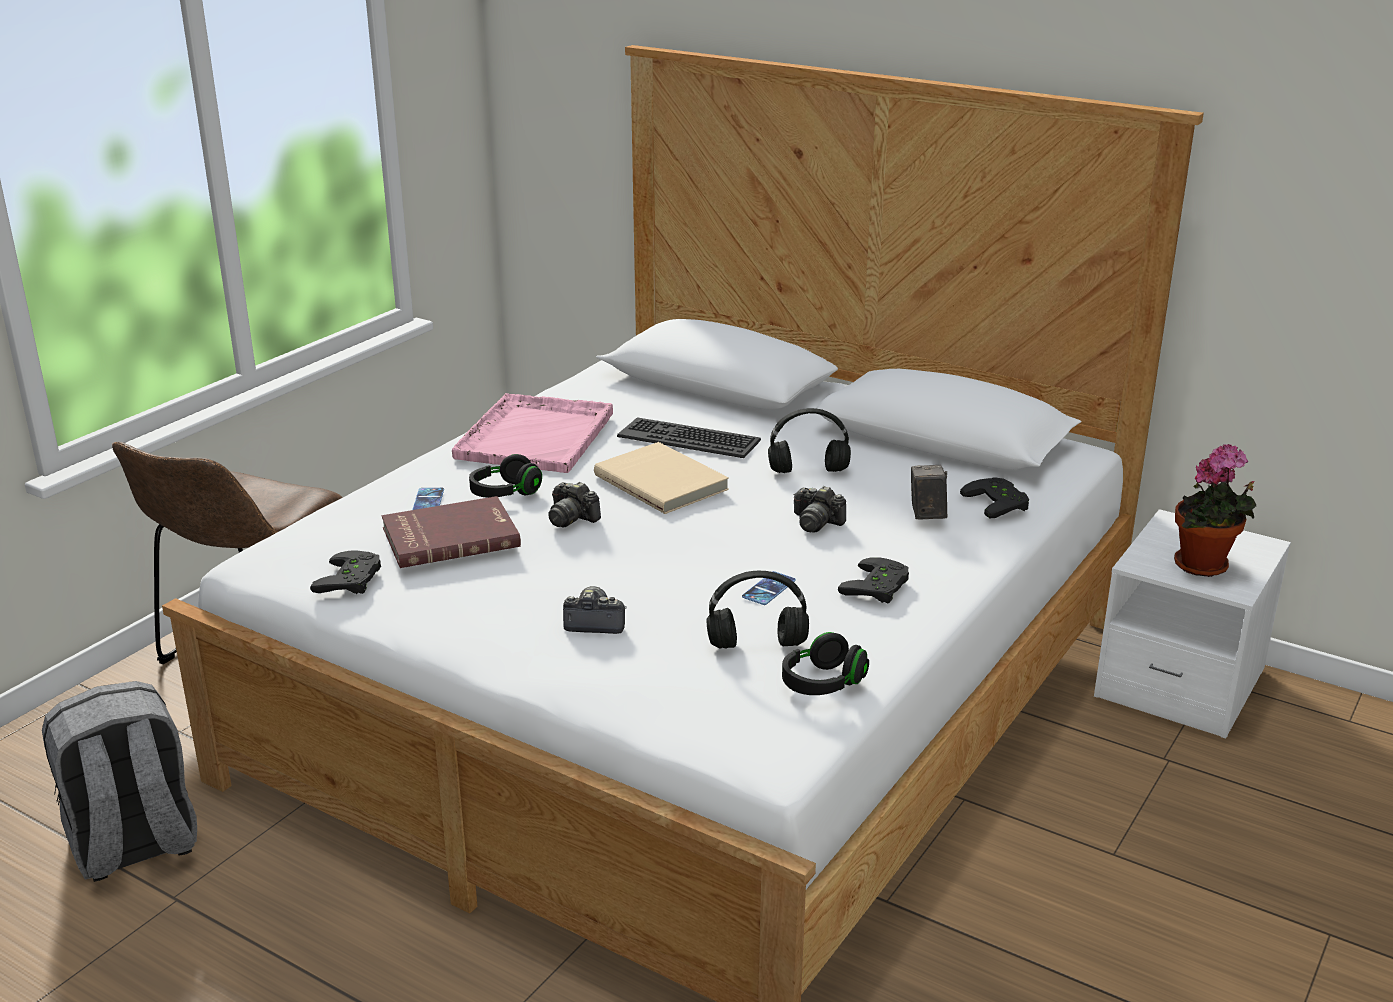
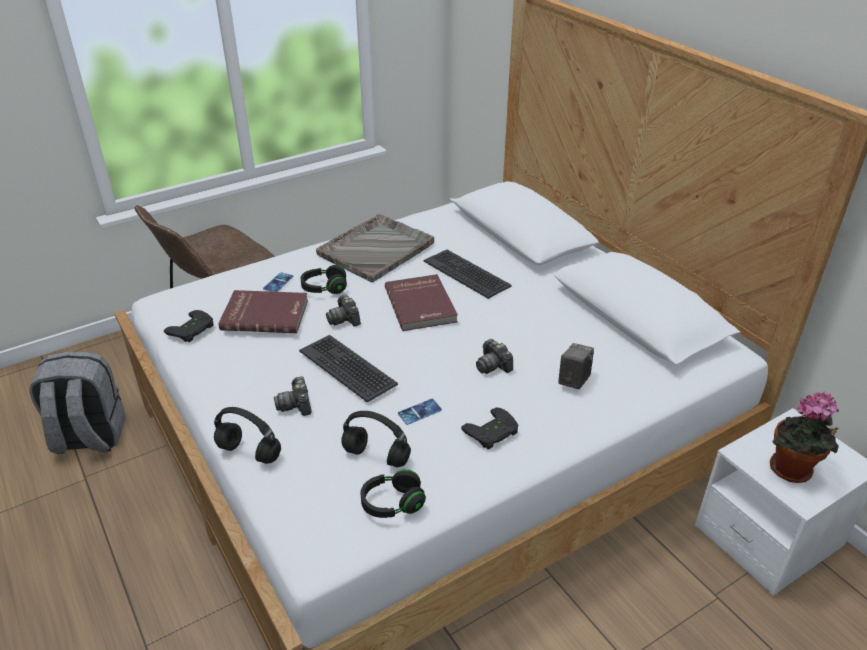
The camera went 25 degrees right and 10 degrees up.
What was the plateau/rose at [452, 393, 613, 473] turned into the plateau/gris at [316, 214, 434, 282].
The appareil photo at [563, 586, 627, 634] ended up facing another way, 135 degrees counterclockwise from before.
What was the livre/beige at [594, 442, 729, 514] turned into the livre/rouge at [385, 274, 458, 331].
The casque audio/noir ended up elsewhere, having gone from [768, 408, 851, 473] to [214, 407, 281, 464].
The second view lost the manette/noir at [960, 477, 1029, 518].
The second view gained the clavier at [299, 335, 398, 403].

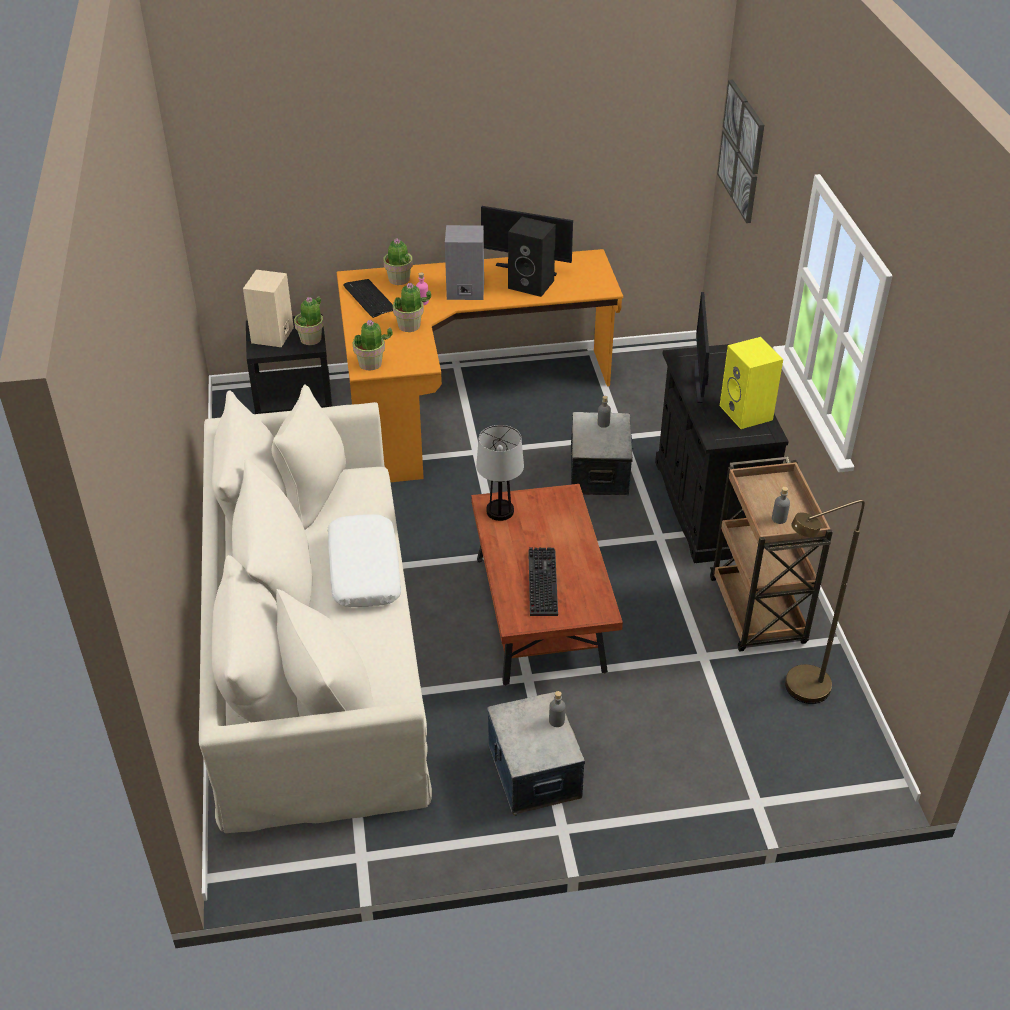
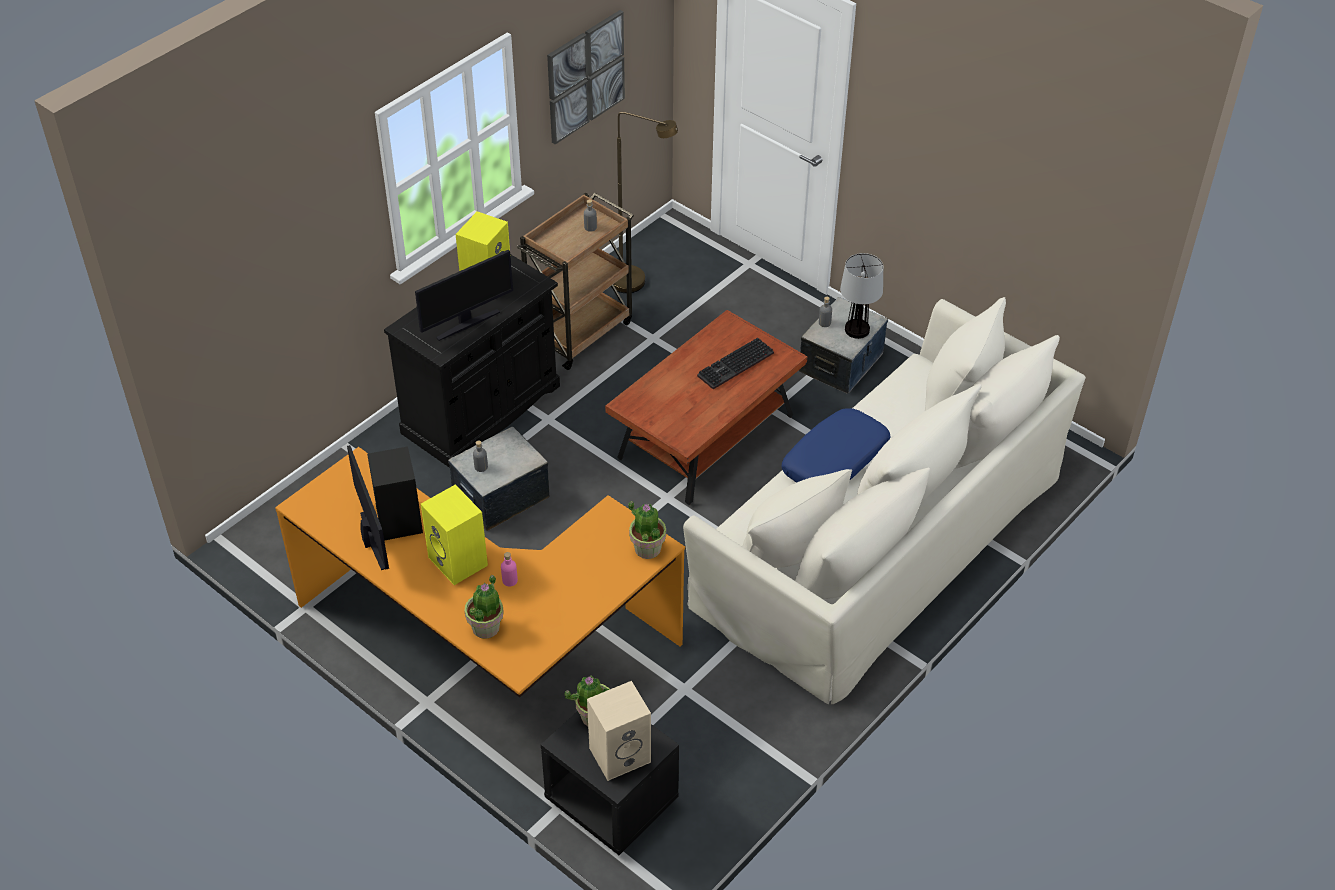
The camera went 130 degrees left and 5 degrees up.
What was the coussin/blanc at [328, 514, 401, 607] turned into the coussin/bleu at [782, 408, 890, 482].
The second view lost the clavier at [343, 279, 393, 318].
The second view lost the plante en pot at [393, 283, 431, 332].
What was the enceinte/gris at [445, 225, 484, 300] turned into the enceinte/jaune at [421, 484, 488, 585].
The lampe de table ended up elsewhere, having gone from [476, 425, 524, 521] to [840, 253, 883, 339].
The tableau ended up elsewhere, having gone from [717, 79, 764, 223] to [547, 10, 625, 144].

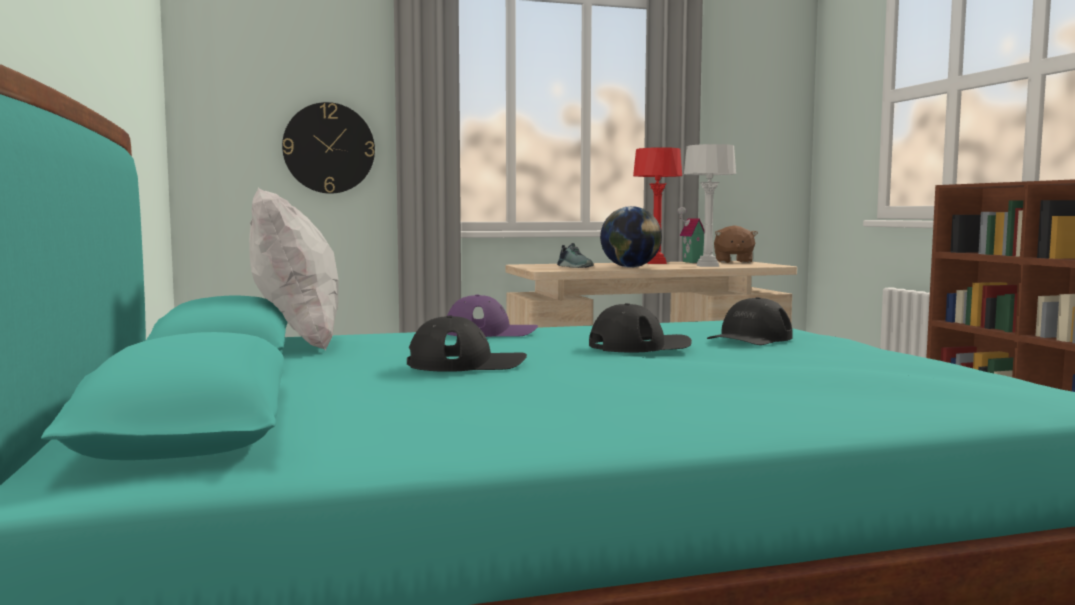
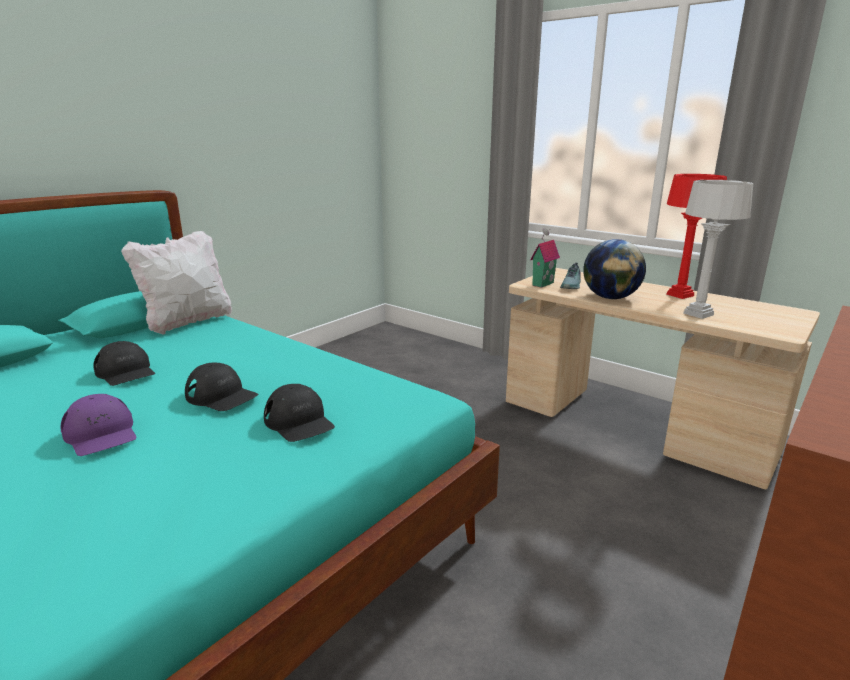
The camera went 55 degrees right and 15 degrees up.
The second view lost the horloge murale at [282, 102, 375, 194].
The casquette/violet ended up elsewhere, having gone from [447, 295, 538, 337] to [61, 394, 136, 456].
The maison miniature ended up elsewhere, having gone from [677, 207, 704, 263] to [530, 228, 560, 288].
The casquette/noir at [707, 297, 793, 345] ended up facing another way, 135 degrees counterclockwise from before.
The second view lost the peluche/marron at [714, 225, 758, 263].

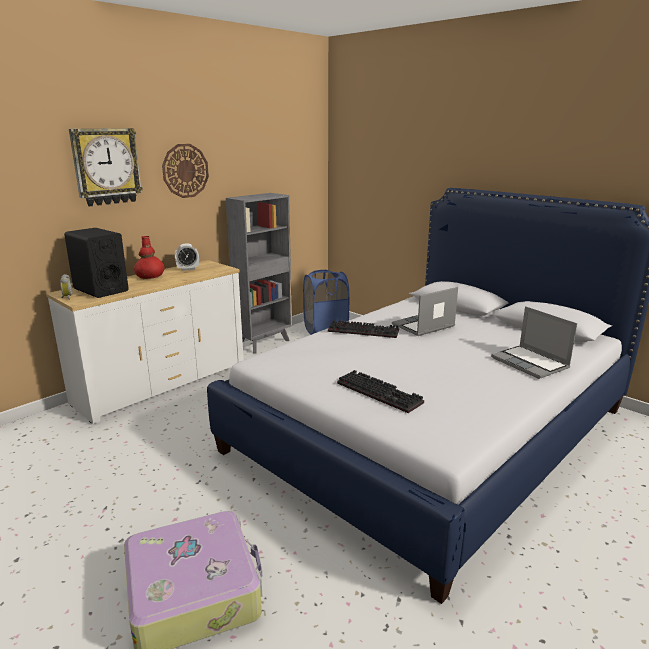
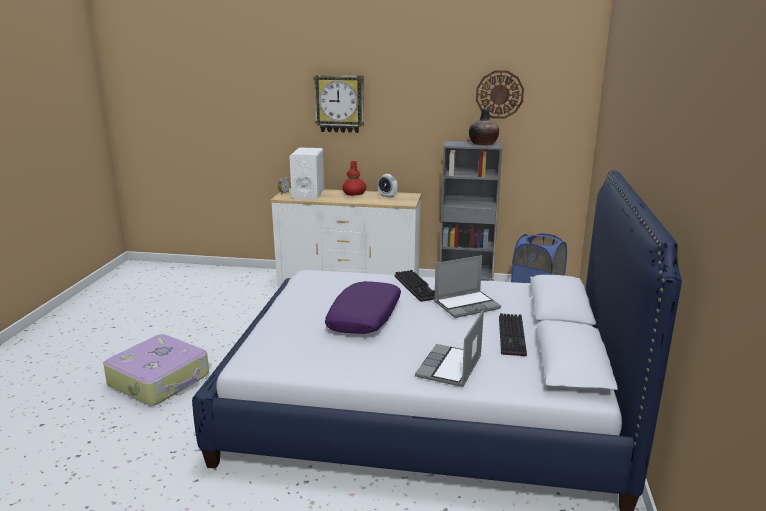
The camera went 55 degrees right and 0 degrees up.
What was the enceinte/noir at [64, 228, 129, 298] turned into the enceinte/blanc at [289, 147, 325, 199].
The horloge murale ended up elsewhere, having gone from [162, 144, 209, 198] to [476, 70, 524, 119].
The clavier ended up elsewhere, having gone from [337, 370, 424, 413] to [499, 313, 527, 356].
The ordinateur portable at [392, 287, 458, 336] ended up facing another way, 135 degrees clockwise from before.
The second view gained the coussin/violet at [325, 281, 401, 334].
The second view gained the vase at [469, 109, 499, 146].

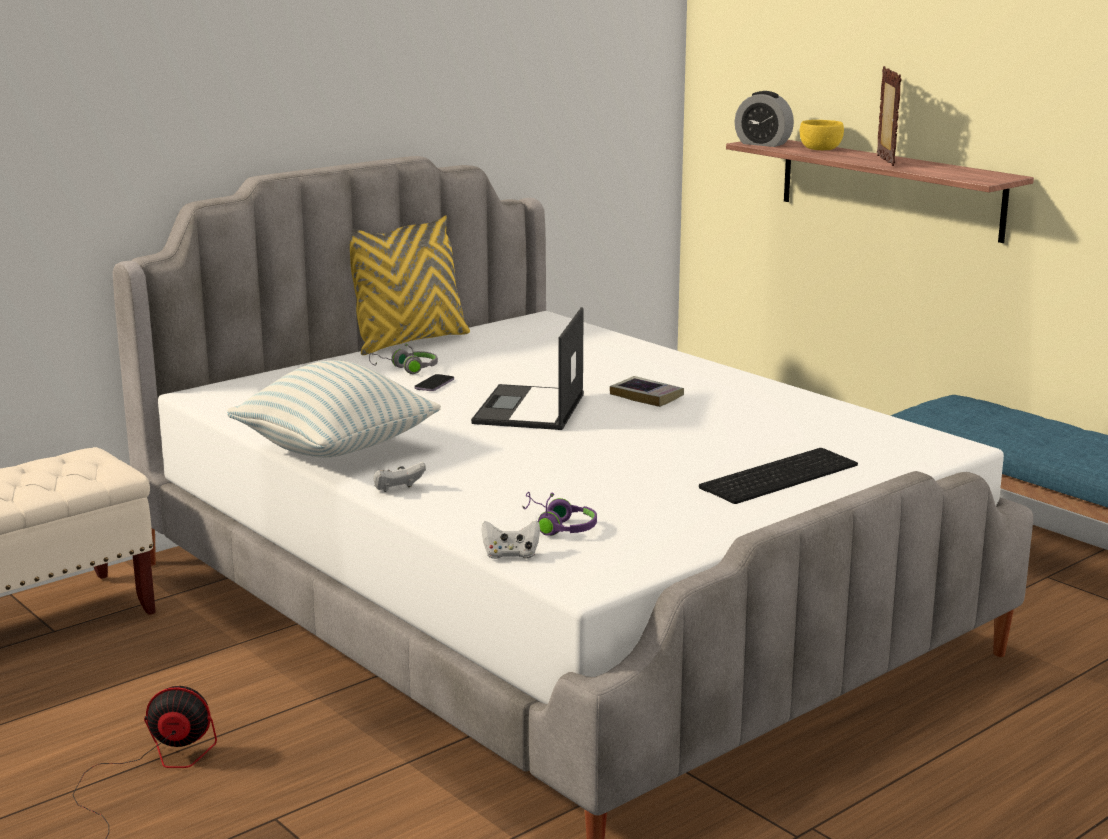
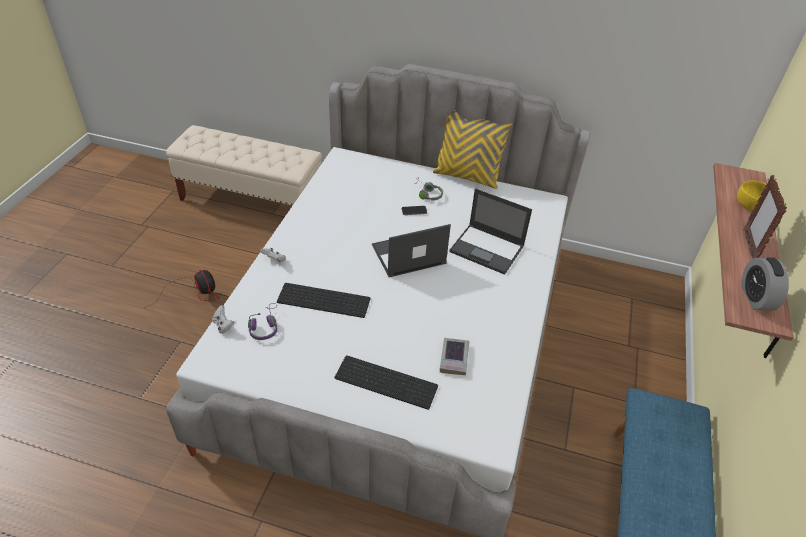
The camera went 55 degrees right and 25 degrees up.
The second view lost the coussin at [227, 360, 441, 458].
The livre ended up elsewhere, having gone from [610, 376, 684, 407] to [440, 338, 469, 375].
The réveil ended up elsewhere, having gone from [735, 91, 794, 147] to [741, 257, 789, 311].
The cadre photo at [877, 66, 901, 166] ended up facing another way, 135 degrees clockwise from before.
The second view gained the clavier at [277, 283, 371, 318].
The second view gained the ordinateur portable at [449, 188, 532, 275].

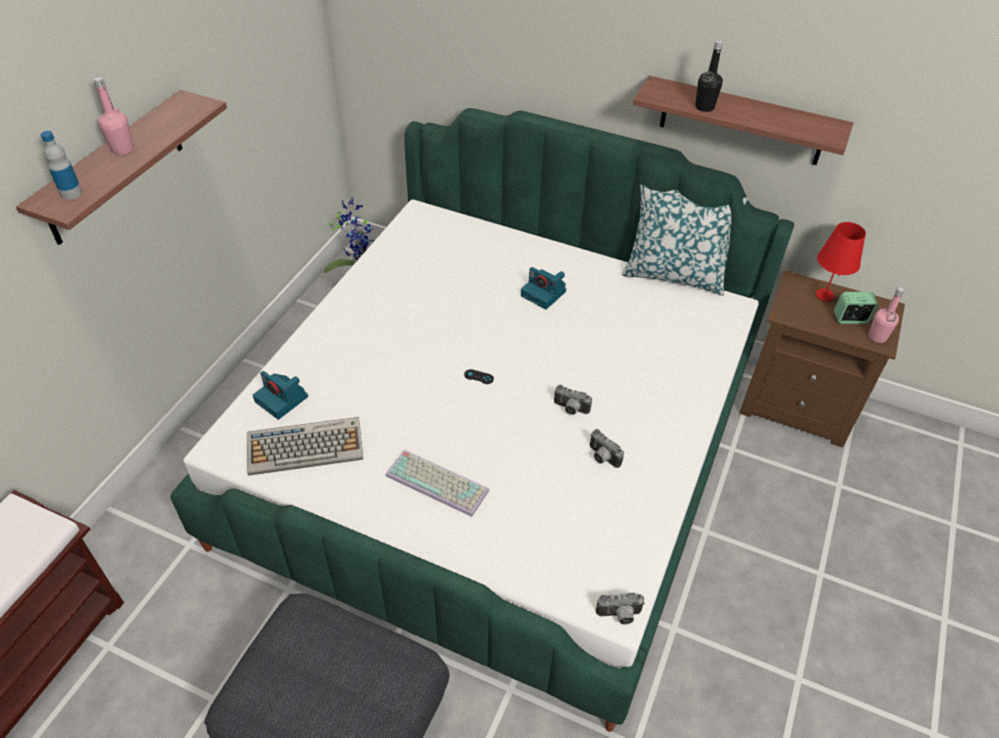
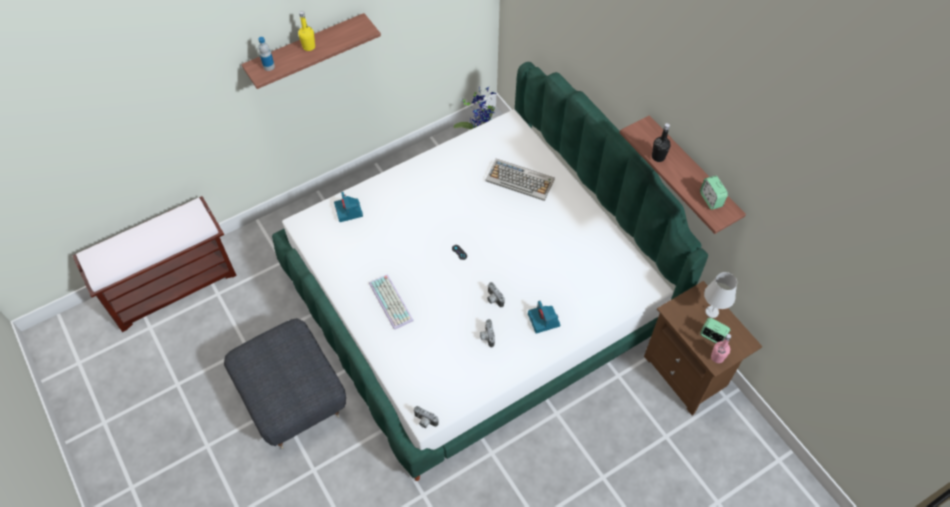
The camera went 35 degrees right and 10 degrees up.
What was the bouteille/rose at [94, 77, 134, 155] turned into the bouteille/jaune at [298, 11, 315, 51].
The clavier ended up elsewhere, having gone from [247, 417, 363, 476] to [485, 159, 555, 201].
The appareil photo ended up elsewhere, having gone from [521, 267, 566, 310] to [528, 301, 560, 334].
The second view lost the coussin at [622, 185, 749, 296].
What was the lampe de table/rouge at [816, 222, 866, 302] turned into the lampe de table/blanc at [704, 272, 737, 318].
The second view gained the réveil at [700, 175, 728, 210].

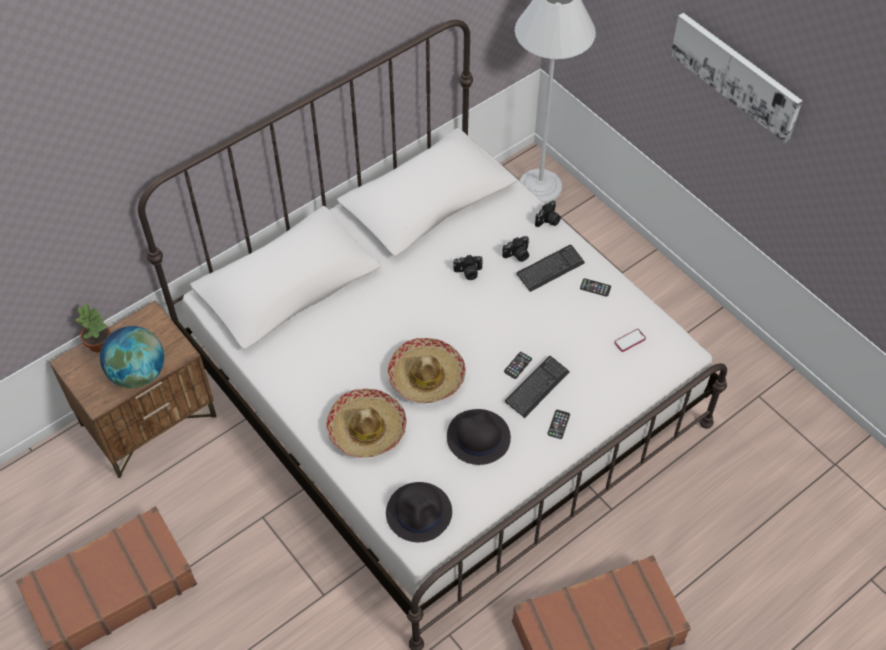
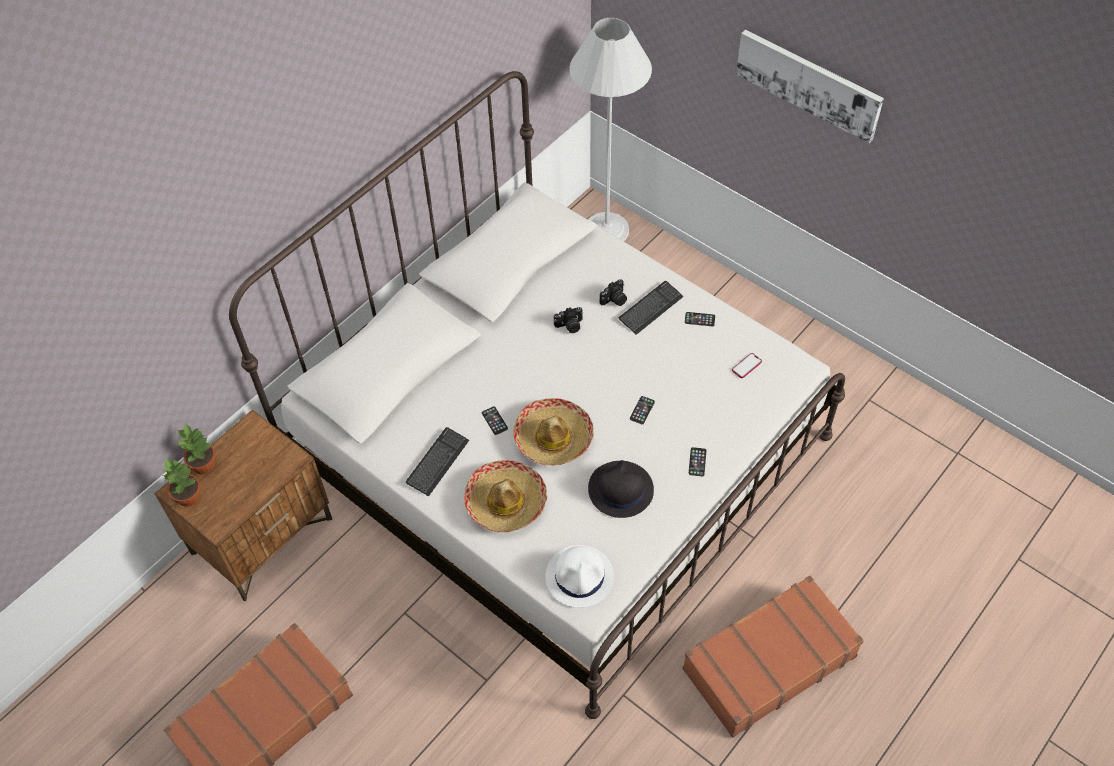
The camera went 10 degrees left and 0 degrees up.
The second view lost the globe at [100, 326, 164, 388].
What was the chapeau/noir at [386, 482, 452, 542] turned into the chapeau/blanc at [545, 545, 614, 608].
The clavier ended up elsewhere, having gone from [505, 356, 569, 418] to [406, 427, 469, 497].
The second view lost the appareil photo at [535, 200, 561, 227].
The second view gained the plante en pot at [163, 458, 201, 507].
The second view gained the téléphone at [482, 407, 508, 435].

